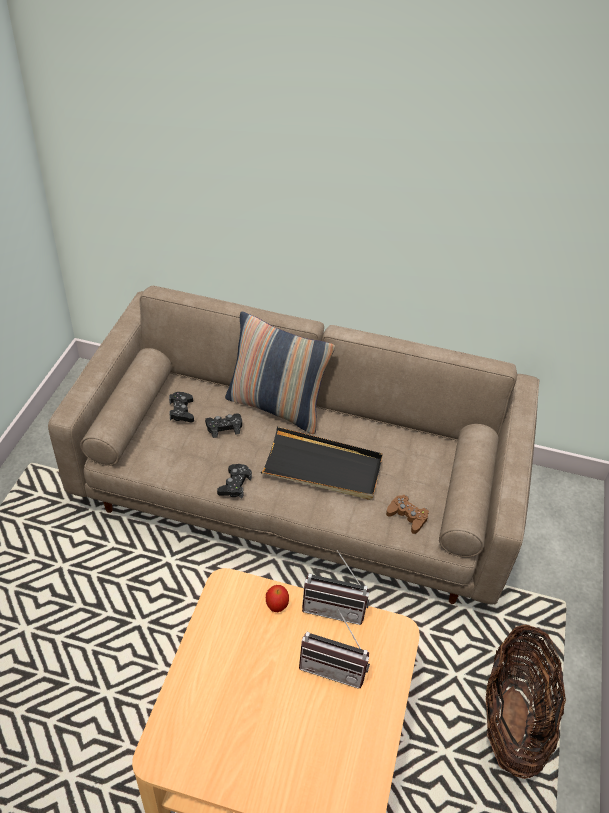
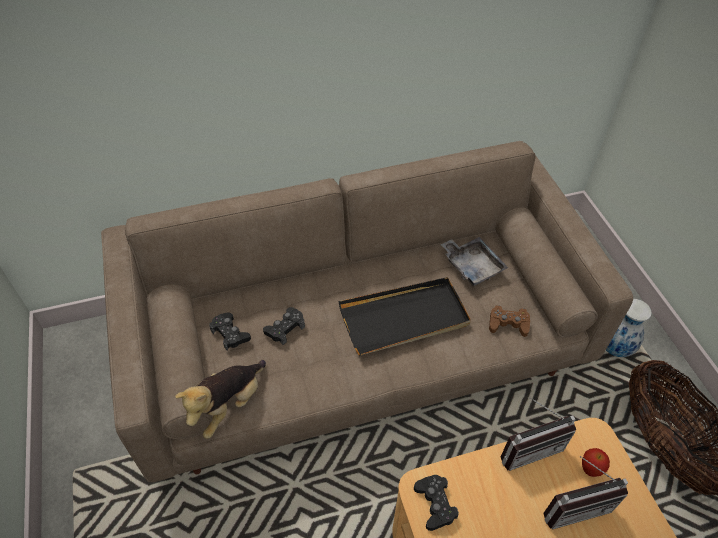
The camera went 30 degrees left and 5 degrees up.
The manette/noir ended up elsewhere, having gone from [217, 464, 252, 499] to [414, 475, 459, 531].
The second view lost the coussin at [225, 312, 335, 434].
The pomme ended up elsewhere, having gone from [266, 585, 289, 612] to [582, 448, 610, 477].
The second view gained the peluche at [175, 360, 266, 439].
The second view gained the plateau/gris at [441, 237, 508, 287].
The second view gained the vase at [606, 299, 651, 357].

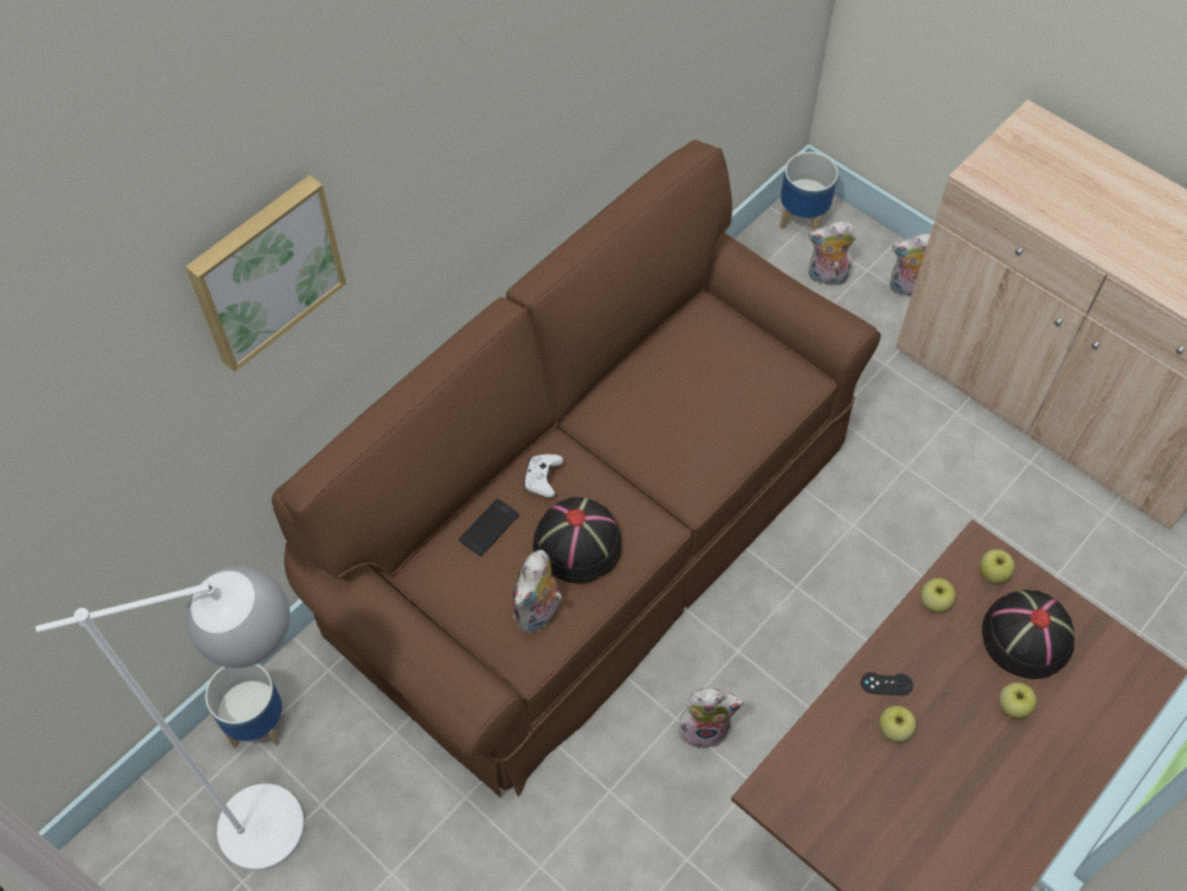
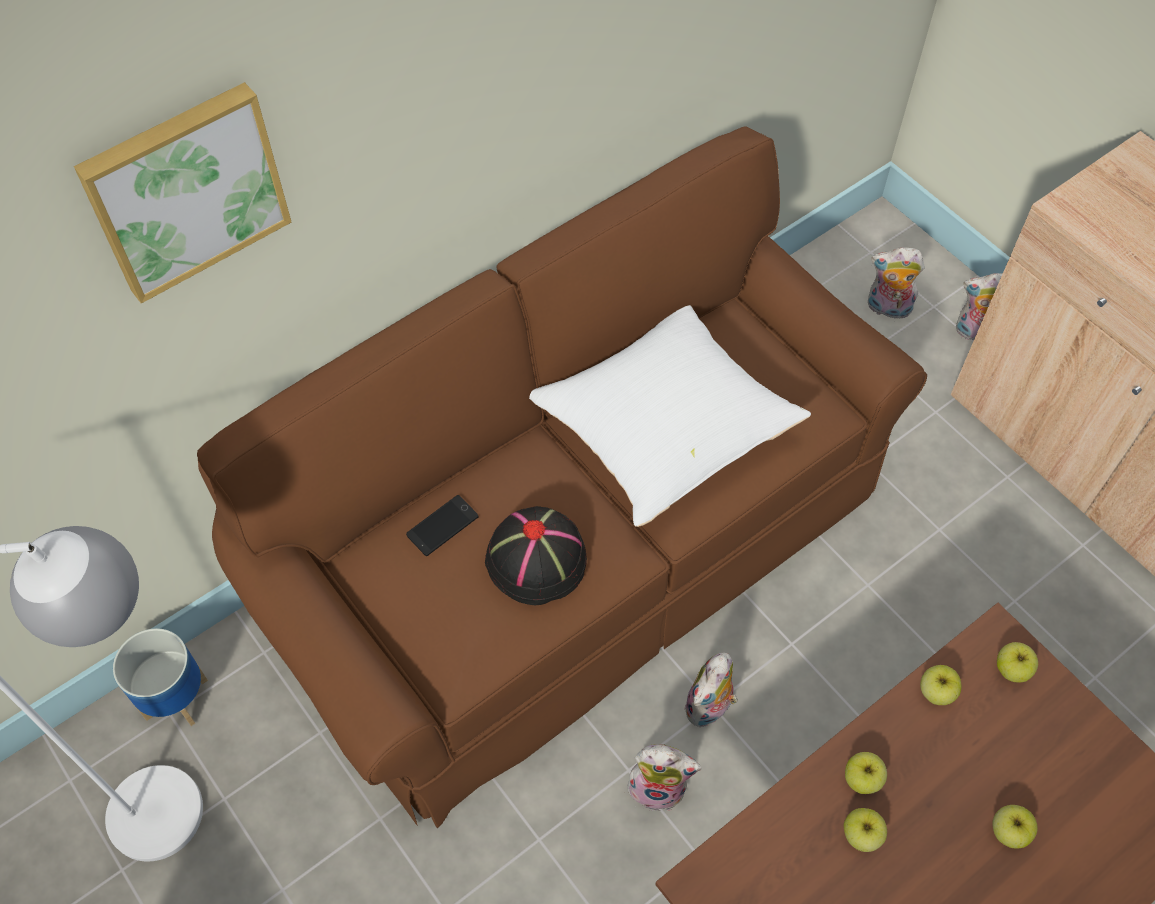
The camera went 10 degrees right and 0 degrees up.
The peluche ended up elsewhere, having gone from [513, 550, 562, 633] to [684, 653, 738, 727].
The second view lost the manette/blanc at [524, 454, 563, 498].
The second view lost the cache-pot at [780, 152, 838, 231].
Where the manette/noir stood at [861, 672, 913, 696], the pomme came to stand at [845, 752, 887, 794].
The second view lost the chapeau/noir at [982, 590, 1075, 679].
The second view gained the coussin/blanc at [529, 305, 811, 527].

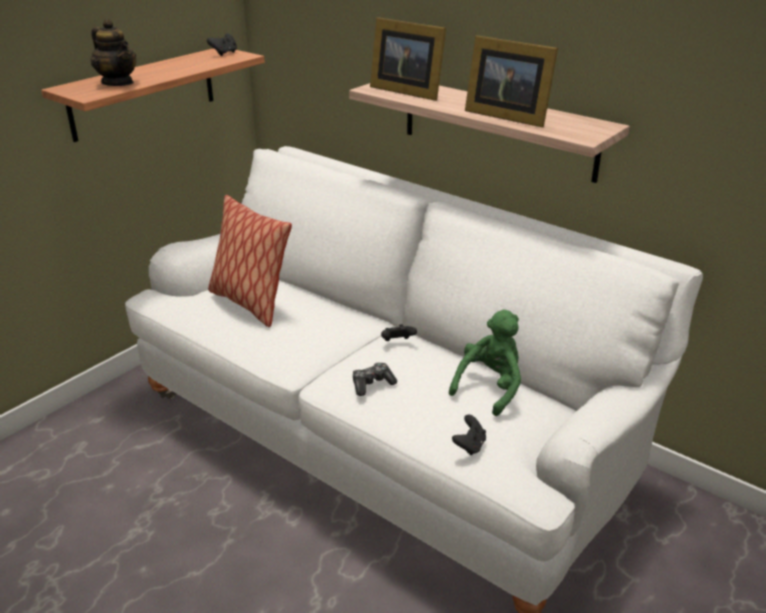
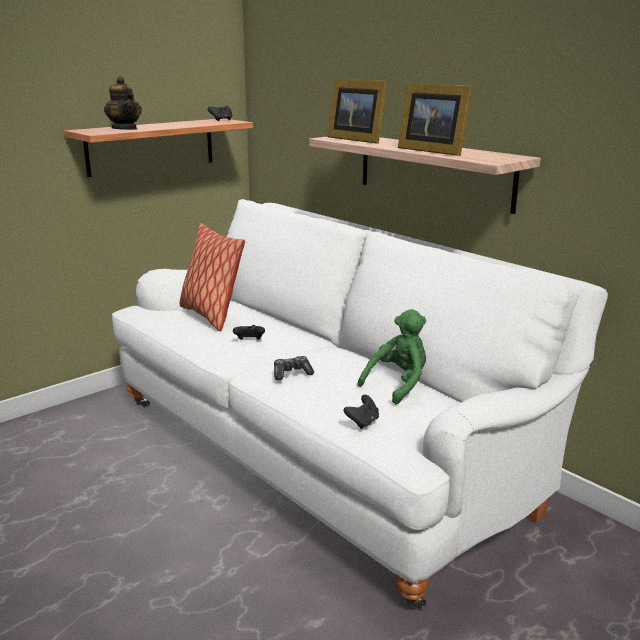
The camera went 10 degrees right and 10 degrees down.
The manette/noir ended up elsewhere, having gone from [381, 324, 417, 341] to [233, 325, 265, 340].

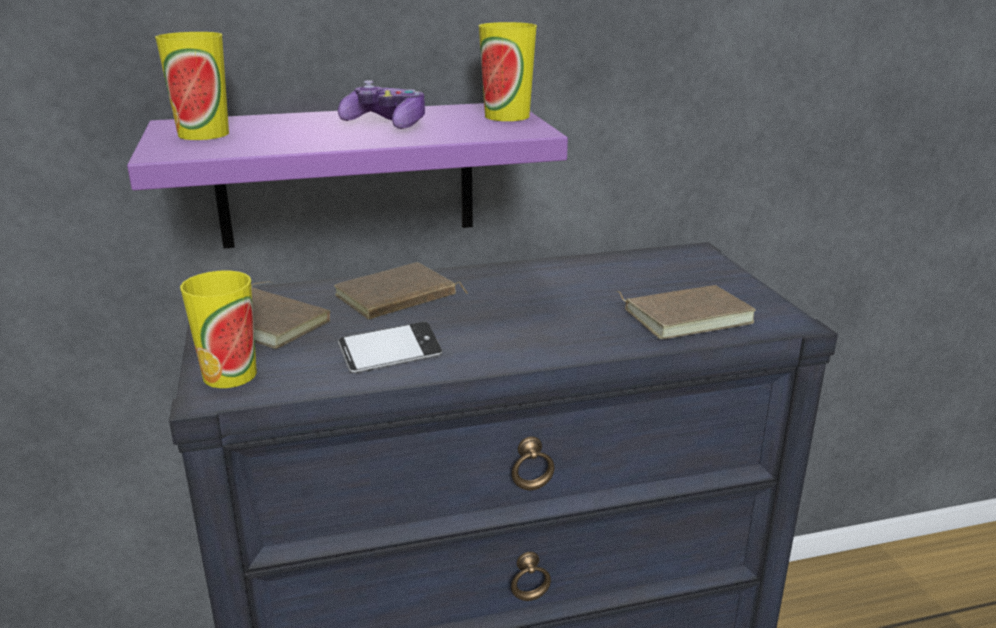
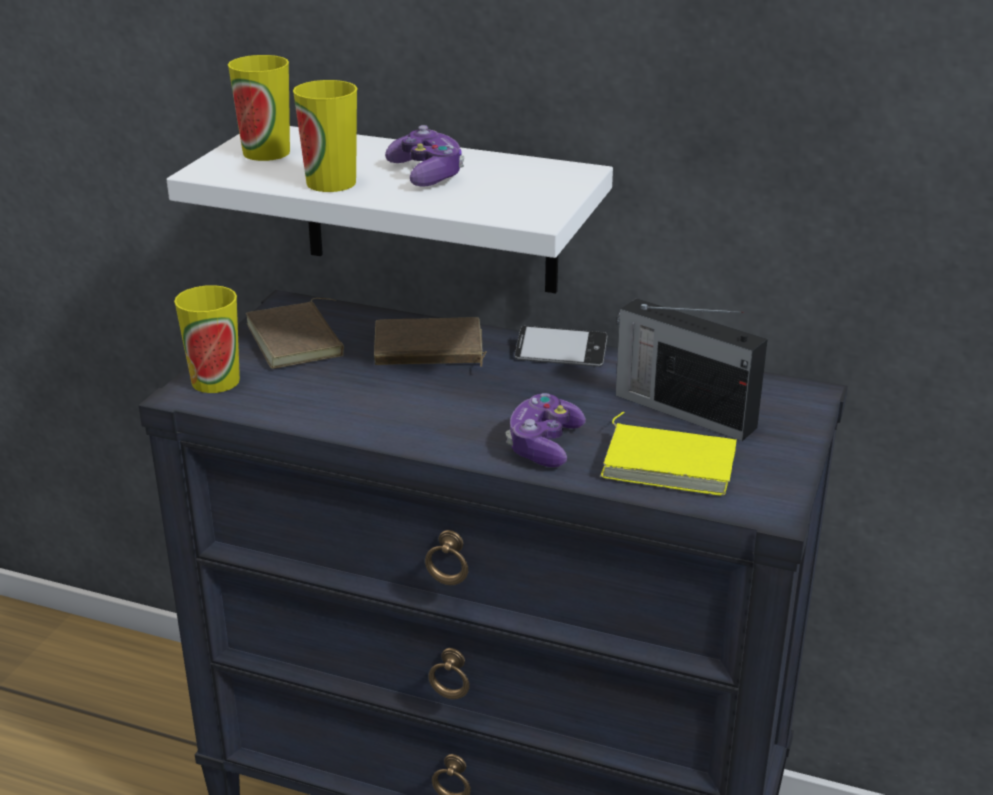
The camera went 35 degrees right and 5 degrees up.
What was the étagère/violet at [127, 103, 568, 249] turned into the étagère/blanc at [167, 126, 613, 293].
The téléphone ended up elsewhere, having gone from [338, 321, 442, 373] to [515, 326, 607, 367].
The tasse ended up elsewhere, having gone from [479, 22, 537, 121] to [293, 80, 357, 192].
What was the livre/marron at [616, 285, 756, 339] turned into the livre/jaune at [600, 412, 737, 496].
The second view gained the manette at [506, 393, 586, 467].
The second view gained the radio at [616, 298, 768, 441].

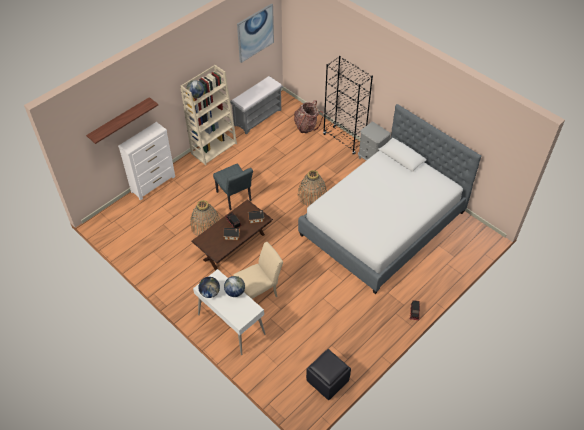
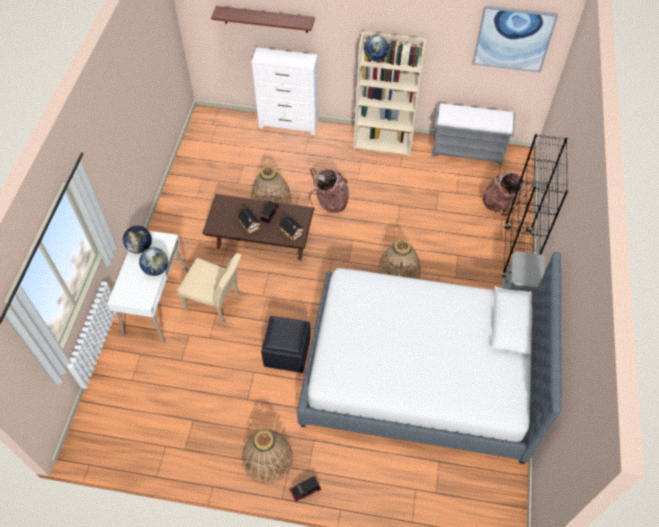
The camera went 55 degrees right and 5 degrees up.
Where the chaise/gris stood at [213, 164, 253, 210], the sac à dos came to stand at [309, 168, 349, 213].
The pouf/noir ended up elsewhere, having gone from [306, 349, 351, 400] to [261, 316, 310, 373].
The second view gained the panier at [242, 429, 293, 484].

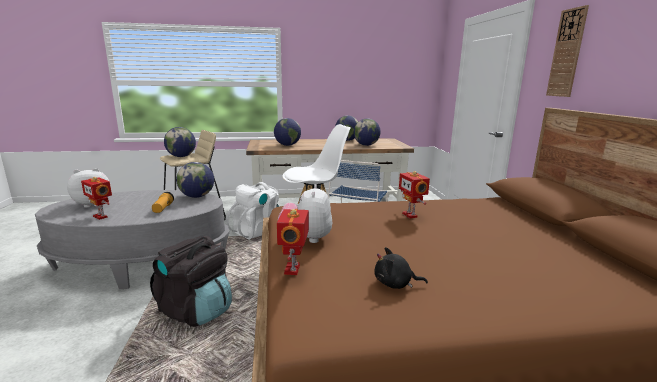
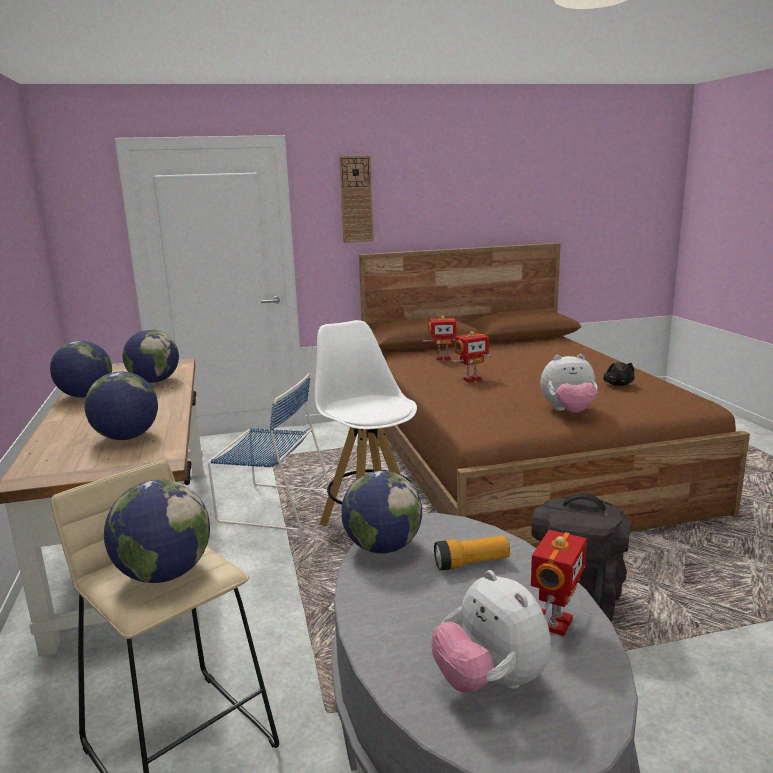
The camera went 95 degrees left and 0 degrees up.
The second view lost the sac à dos/blanc at [226, 182, 279, 240].
The robot jouet ended up elsewhere, having gone from [277, 209, 309, 275] to [422, 316, 458, 360].

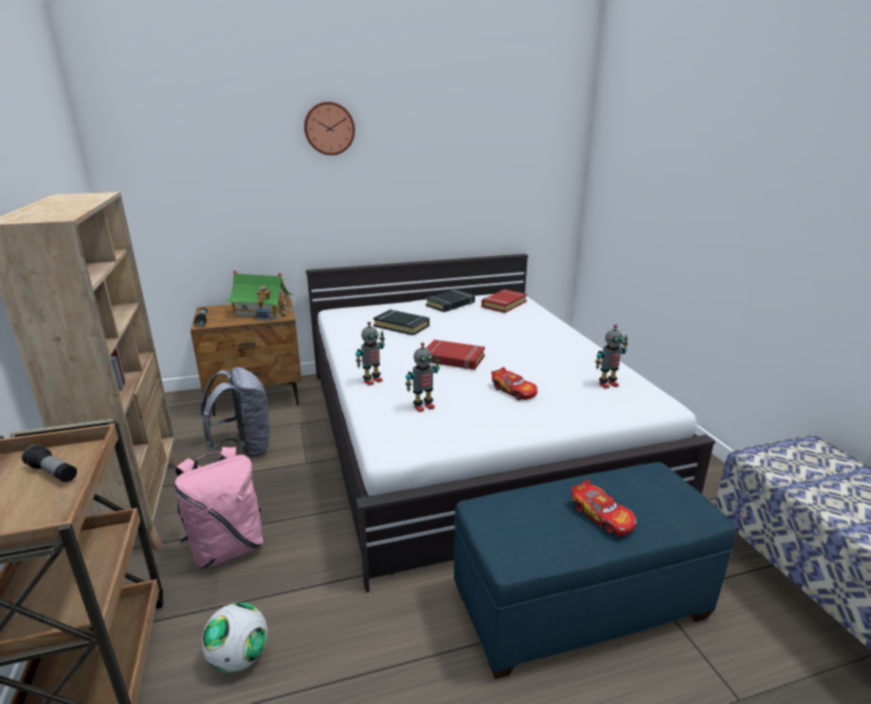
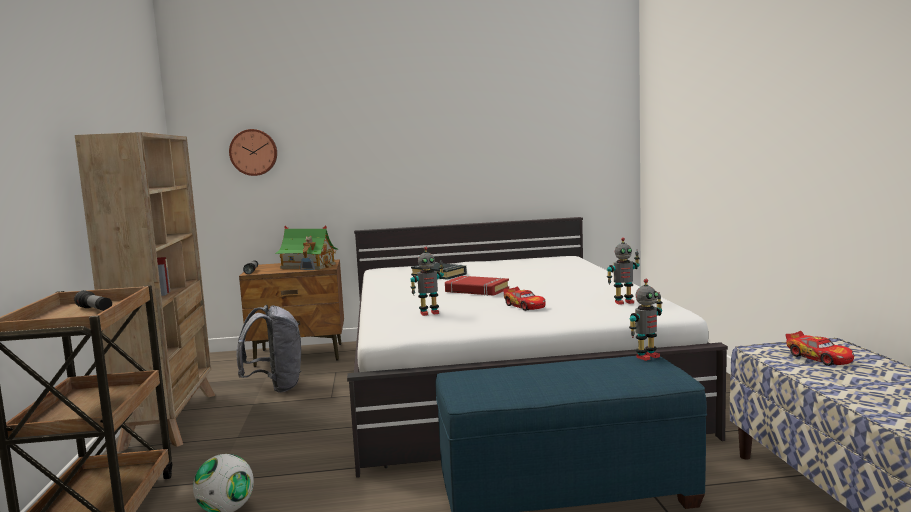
The camera went 10 degrees right and 15 degrees down.
The second view lost the sac à dos/rose at [175, 447, 263, 569].
The horloge murale ended up elsewhere, having gone from [304, 102, 355, 155] to [229, 129, 277, 176].
The robot jouet ended up elsewhere, having gone from [356, 321, 385, 386] to [629, 279, 663, 361].
The second view lost the livre/noir at [426, 289, 475, 312].
The second view lost the livre/rouge at [481, 289, 527, 313].
The petite voiture ended up elsewhere, having gone from [571, 479, 637, 536] to [785, 331, 854, 366].

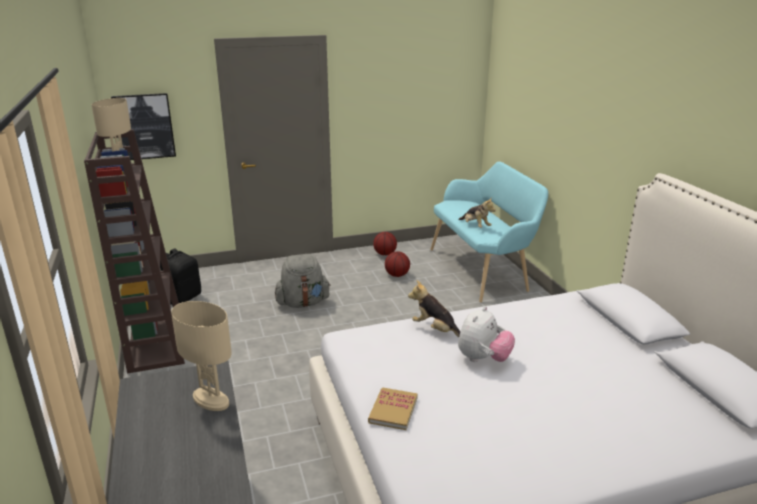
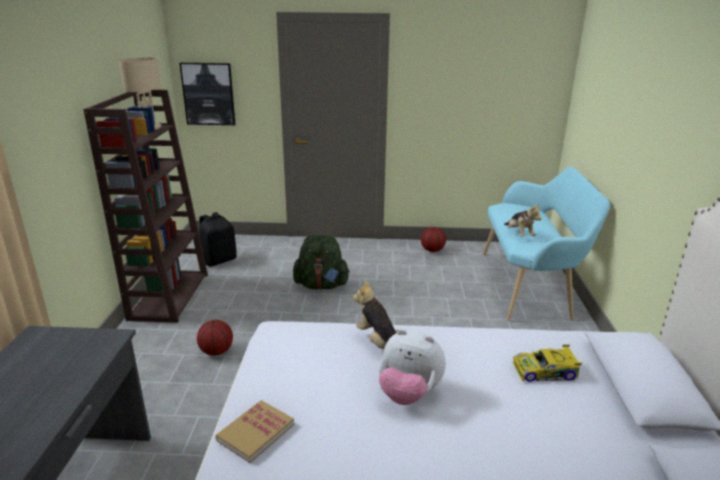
The camera went 20 degrees right and 0 degrees up.
The second view lost the lampe de table/beige at [171, 301, 231, 411].
What was the sac à dos/gris at [275, 254, 331, 308] turned into the sac à dos/vert at [293, 235, 350, 290].
The ballon de basket ended up elsewhere, having gone from [385, 251, 410, 277] to [197, 320, 233, 356].
The peluche at [458, 306, 515, 362] ended up facing another way, 60 degrees clockwise from before.
The second view gained the petite voiture at [513, 344, 582, 382].

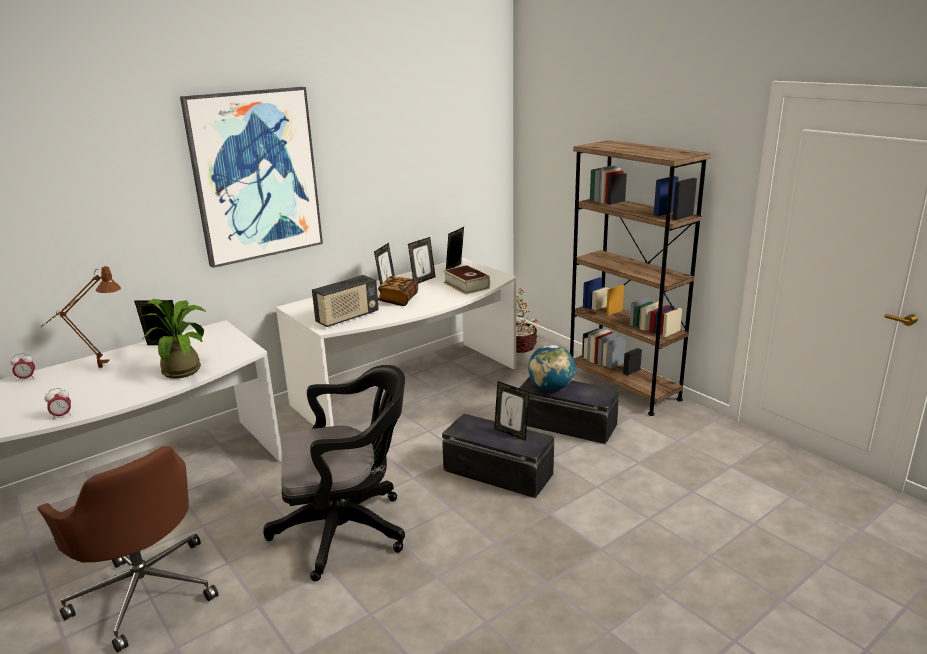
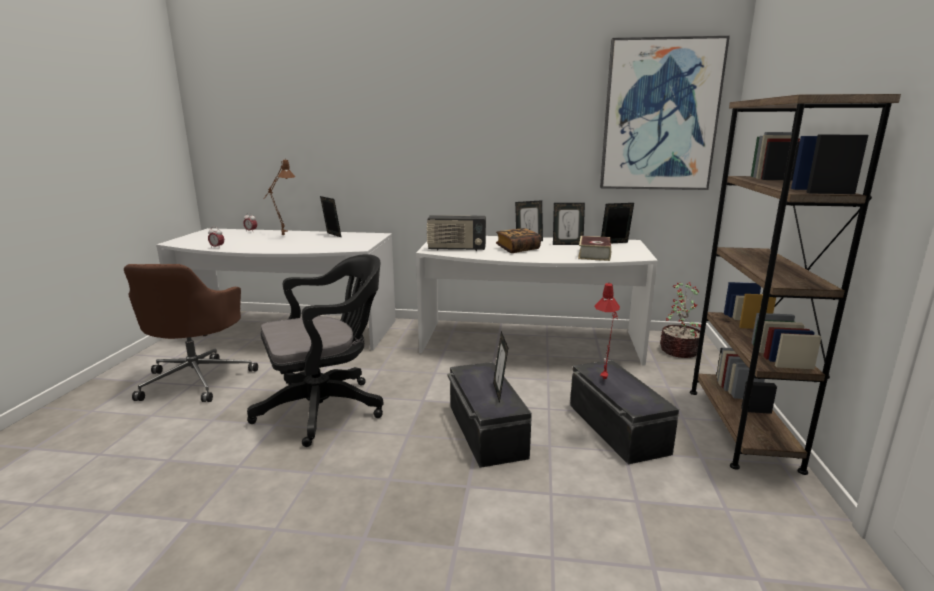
The camera went 45 degrees right and 5 degrees down.
The second view lost the plante en pot at [140, 299, 206, 379].
The tableau ended up elsewhere, having gone from [180, 87, 323, 268] to [600, 36, 730, 190].
The chaise de bureau/noir at [263, 365, 405, 581] ended up facing another way, 60 degrees counterclockwise from before.
Where the globe stood at [528, 344, 575, 391], the lampe de table/rouge came to stand at [594, 283, 620, 379].

